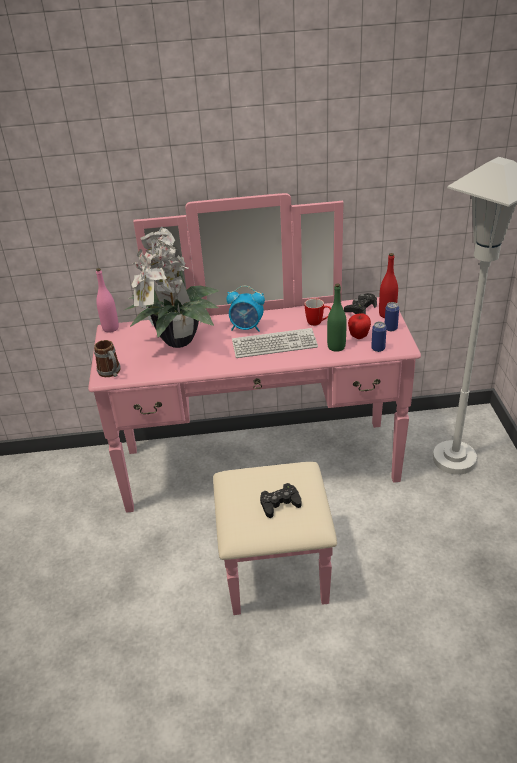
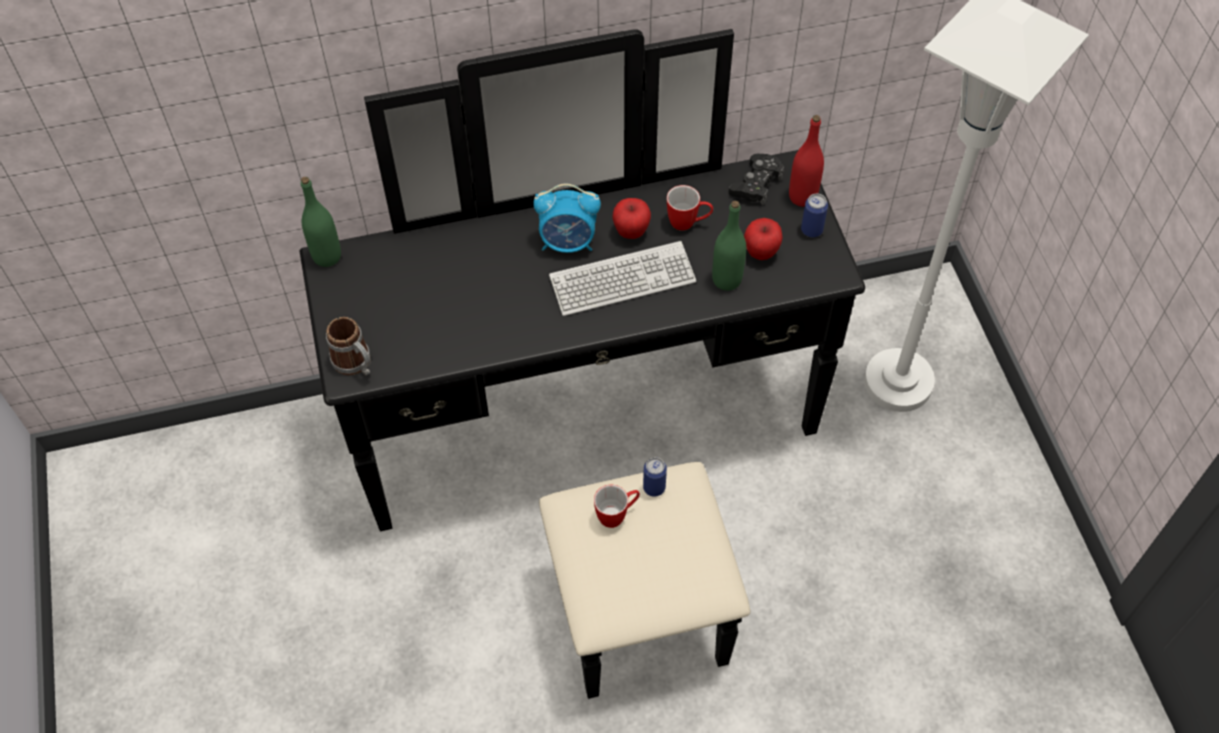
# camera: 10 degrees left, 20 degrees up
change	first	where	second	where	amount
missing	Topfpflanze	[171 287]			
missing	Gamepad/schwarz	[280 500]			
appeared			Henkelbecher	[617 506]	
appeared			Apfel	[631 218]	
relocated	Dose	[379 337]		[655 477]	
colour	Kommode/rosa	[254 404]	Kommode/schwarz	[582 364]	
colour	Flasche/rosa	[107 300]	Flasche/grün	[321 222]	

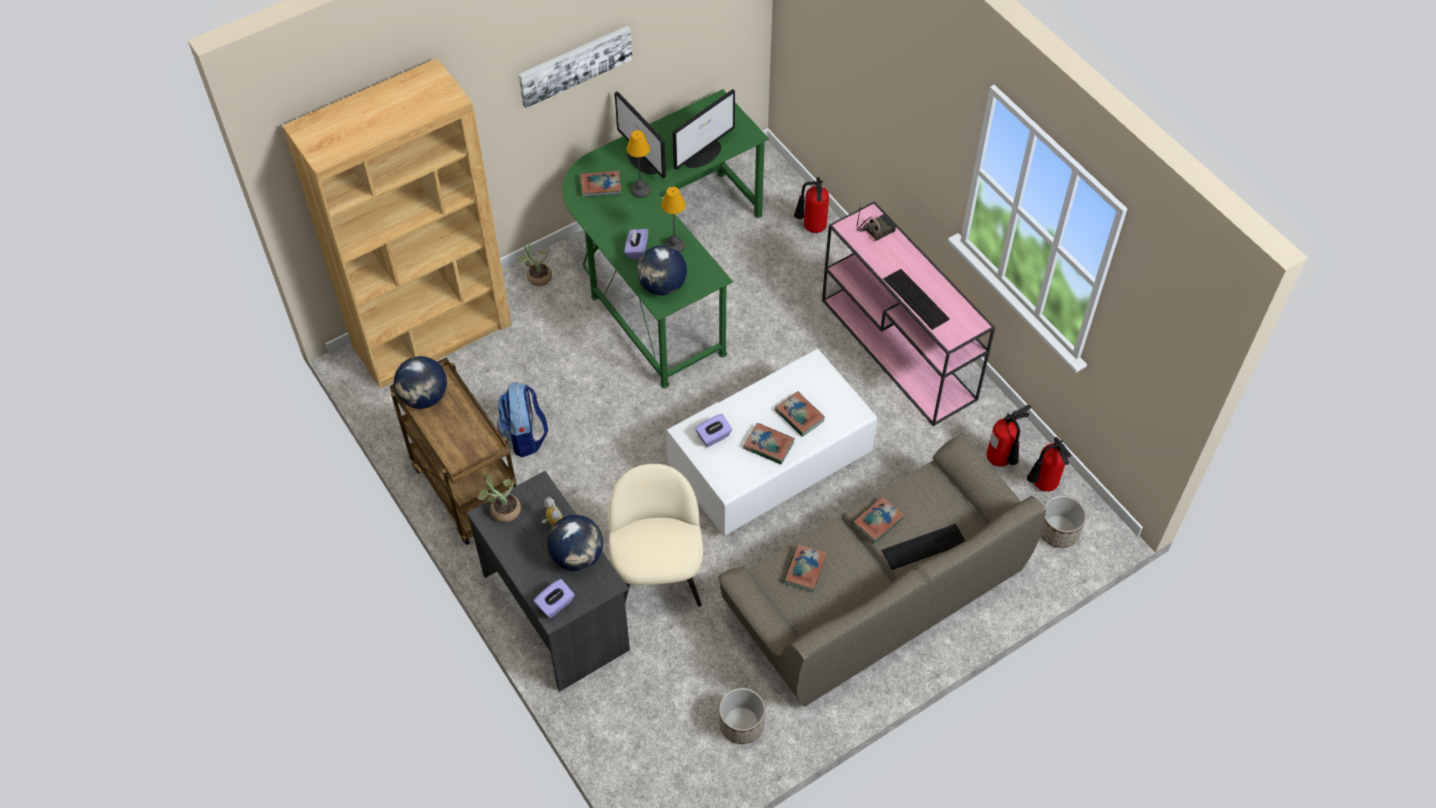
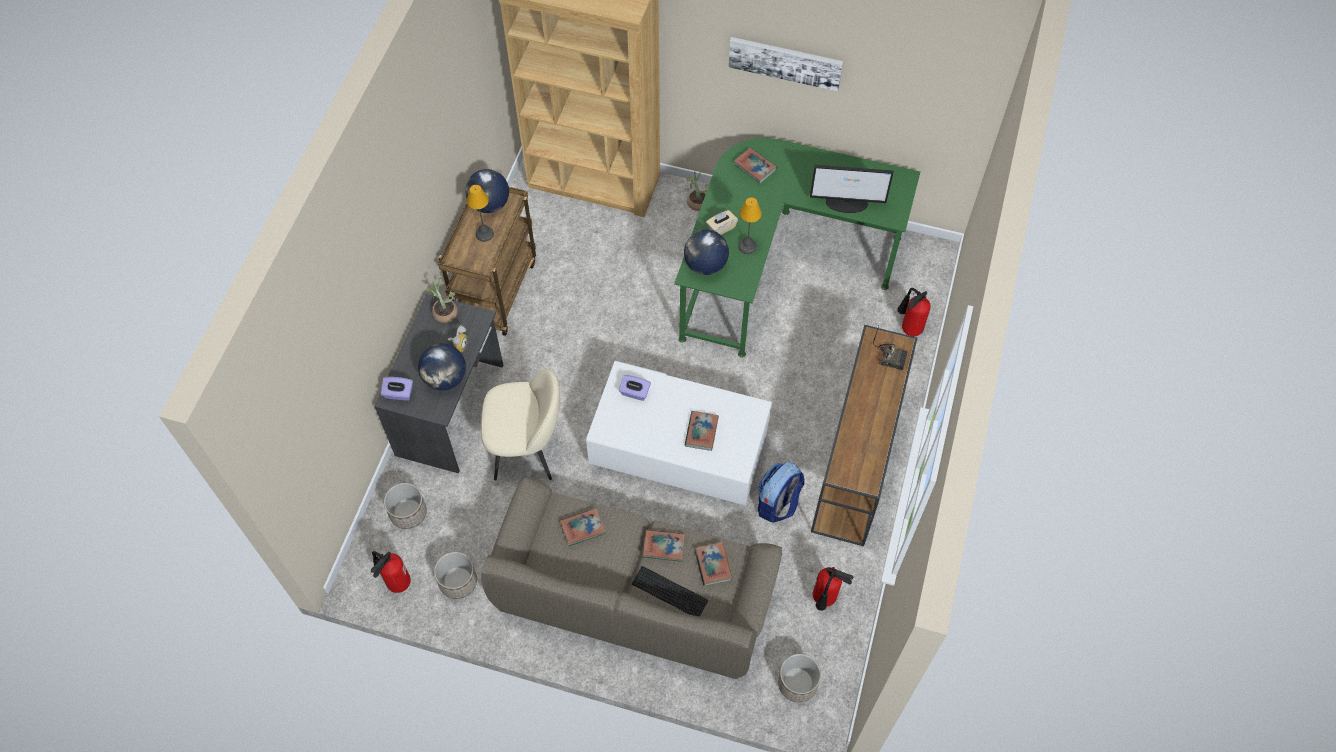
# camera: 50 degrees right, 5 degrees up
change	first	where	second	where	amount
missing	Monitor	[640 134]			
missing	Tastatur	[917 299]			
appeared			Pflanzkübel	[405 506]	
relocated	Rucksack	[522 419]		[781 492]	
relocated	Tischlampe	[638 164]		[480 213]	
relocated	Buch	[769 443]		[713 564]	
relocated	Feuerlöscher	[1049 464]		[391 572]	
colour	Taschentuchbox/lila	[636 244]	Taschentuchbox/beige	[722 222]	
colour	Konsolentisch/rosa	[908 313]	Konsolentisch/braun	[864 436]	
spun	Stuhl/beige	[655 535]		[520 425]	45 degrees clockwise

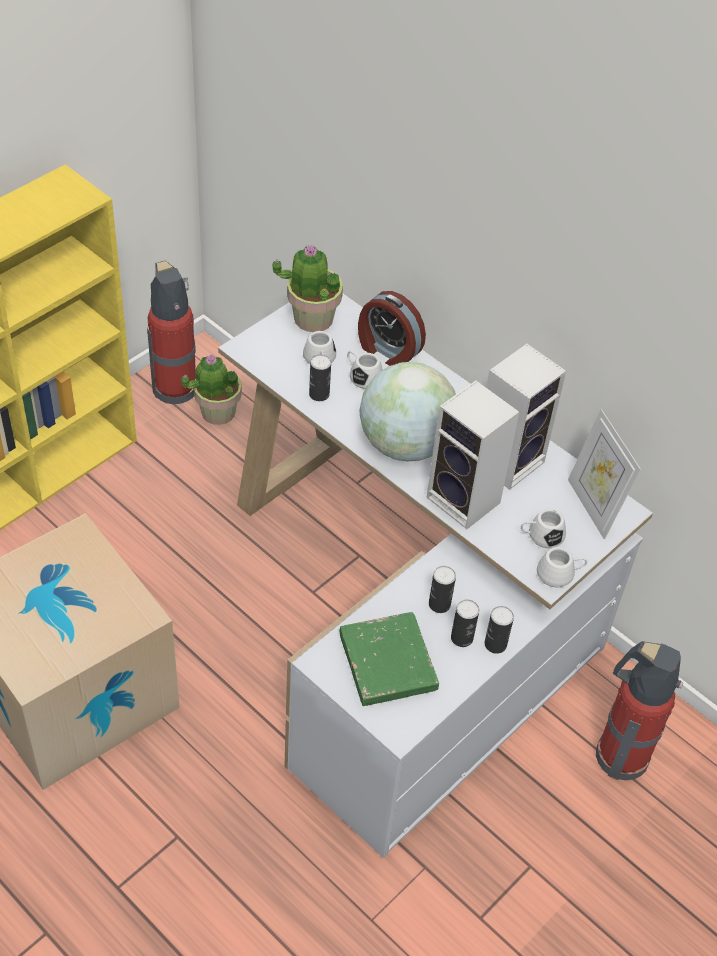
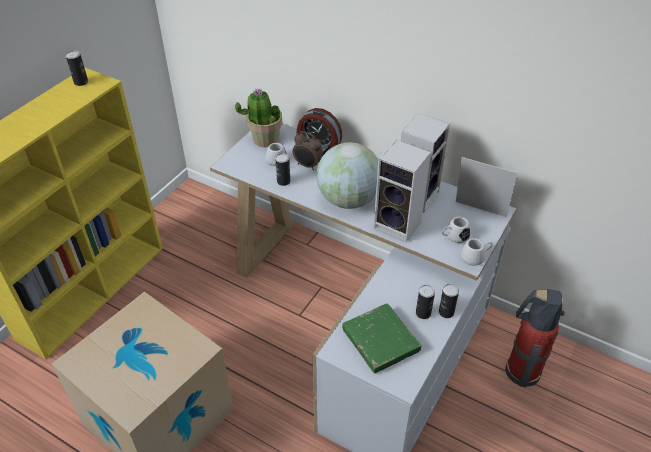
# camera: 10 degrees left, 5 degrees down
change	first	where	second	where	amount
missing	Feuerlöscher	[171 332]			
missing	Topfpflanze	[211 389]			
relocated	Dose	[442 589]		[77 68]	
exchanged	Henkelbecher/weiß	[365 370]	Wecker	[308 150]	
spun	Bilderrahmen	[604 474]		[486 187]	150 degrees clockwise

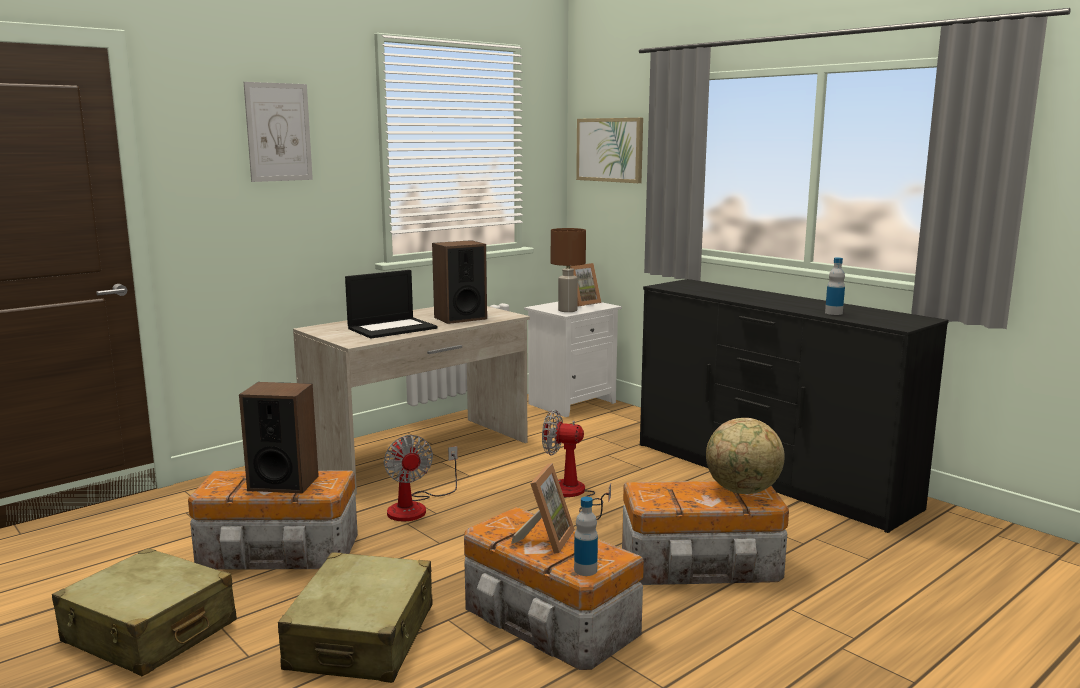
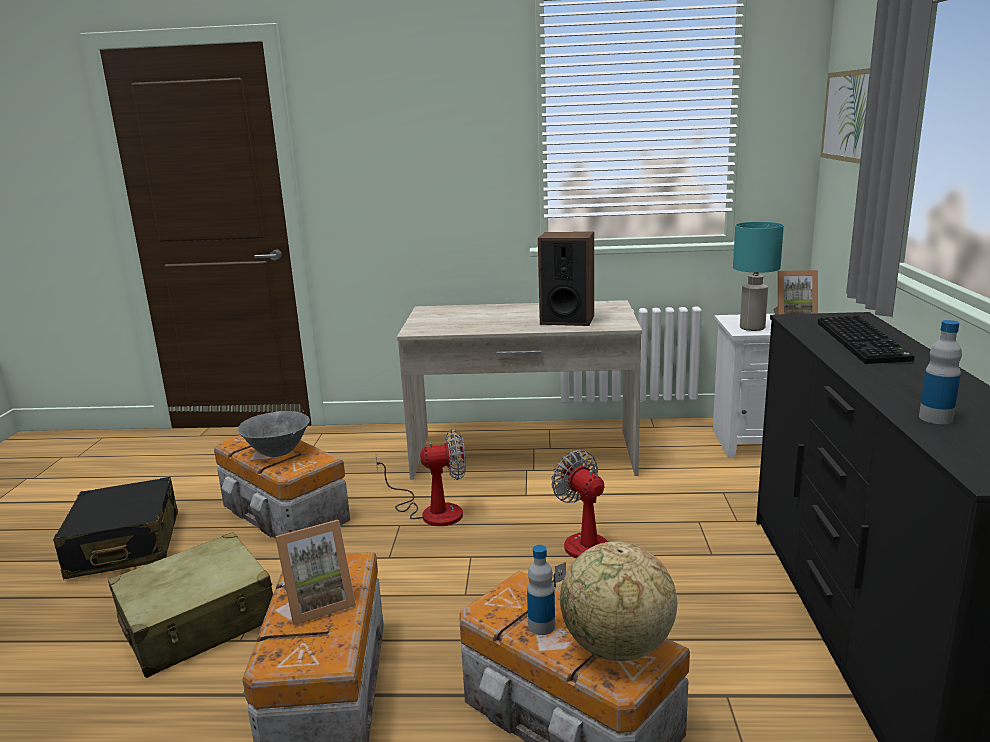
# camera: 45 degrees right, 5 degrees up
change	first	where	second	where	amount
missing	Bild	[278 132]			
missing	Laptop	[391 304]			
appeared			Tastatur	[866 339]	
relocated	Flasche	[586 536]		[541 590]	
exchanged	Lautsprecher	[279 437]	Schüssel/grau	[273 434]	
colour	Koffer/beige	[144 612]	Koffer/schwarz	[115 528]	
colour	Tischlampe/braun	[568 270]	Tischlampe/türkis	[758 276]	
spun	Ventilator	[421 478]		[421 477]	120 degrees counterclockwise

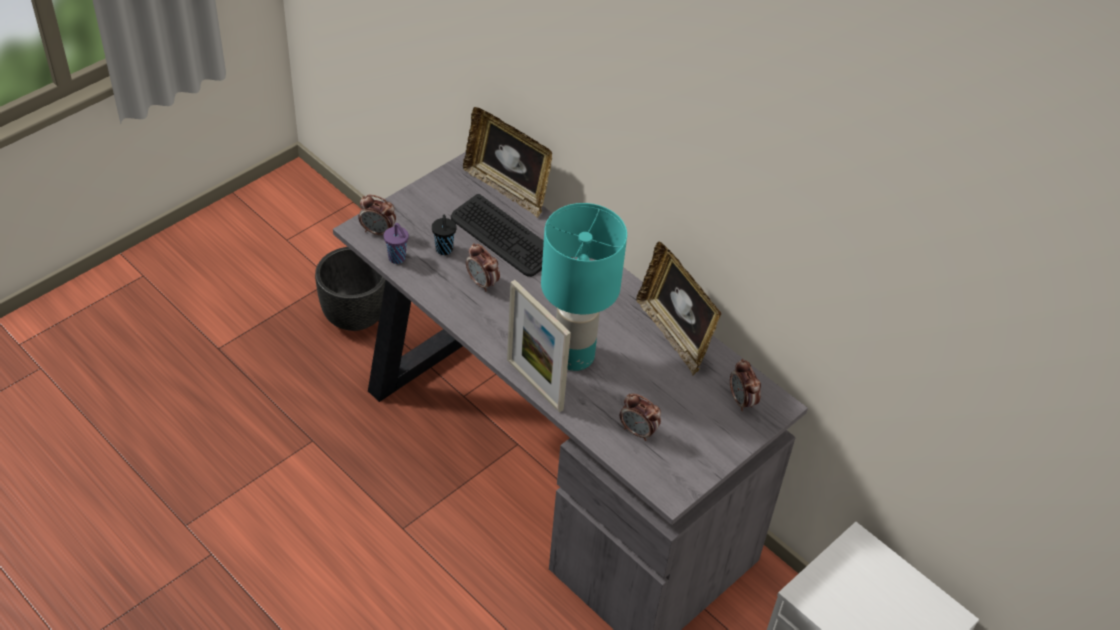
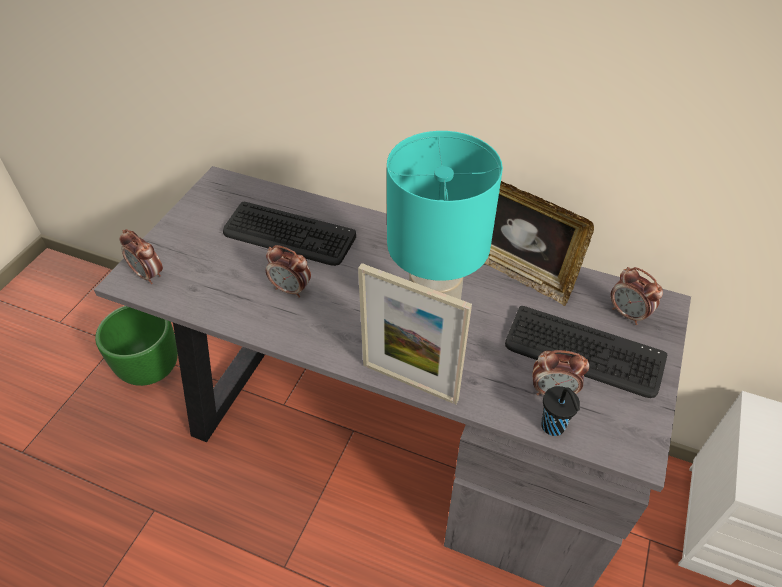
# camera: 20 degrees left, 0 degrees up
change	first	where	second	where	amount
missing	Tasse/lila	[396 243]			
missing	Bilderrahmen	[507 162]			
appeared			Tastatur	[586 352]	
relocated	Tasse/schwarz	[444 235]		[560 411]	
colour	Pflanzkübel/schwarz	[350 289]	Pflanzkübel/grün	[136 346]	
spun	Wecker	[377 215]		[141 256]	45 degrees clockwise

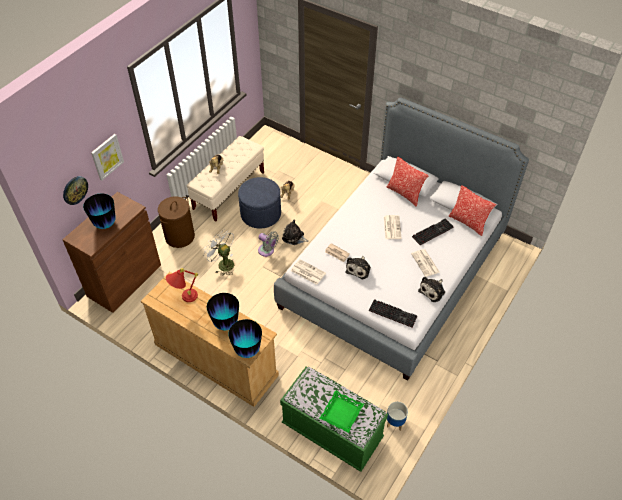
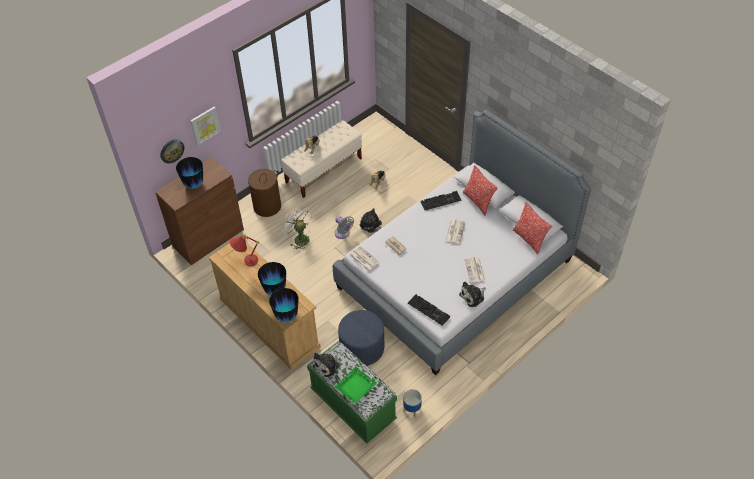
# camera: 15 degrees right, 0 degrees up
change	first	where	second	where	amount
relocated	Polsterhocker/blau	[259 203]		[361 338]	
relocated	Plüschtier	[358 267]		[326 364]	
relocated	Tastatur	[433 231]		[441 200]	

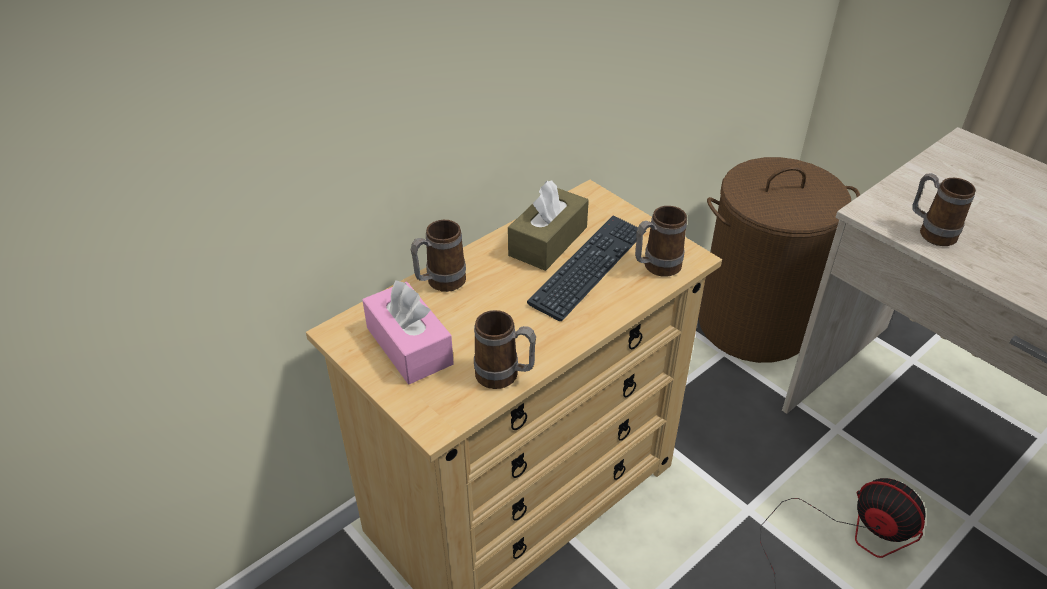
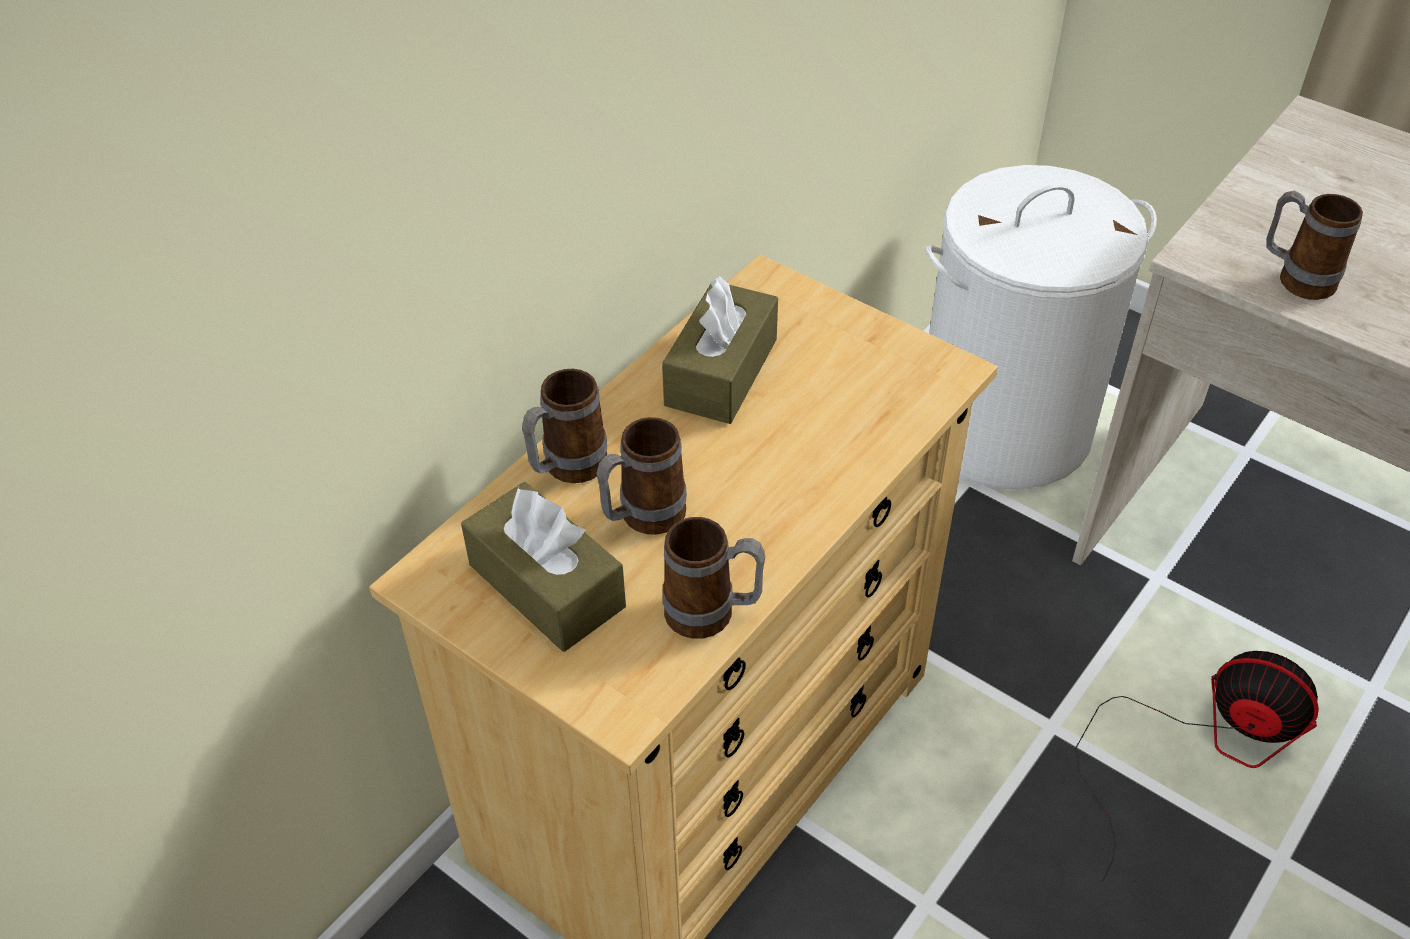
# camera: 10 degrees left, 5 degrees up
change	first	where	second	where	amount
missing	Tastatur	[586 268]			
relocated	Henkelbecher	[661 241]		[641 476]	
colour	Taschentuchbox/rosa	[408 332]	Taschentuchbox/braun	[543 567]	
colour	Wäschekorb/braun	[779 260]	Wäschekorb/weiß	[1041 327]	

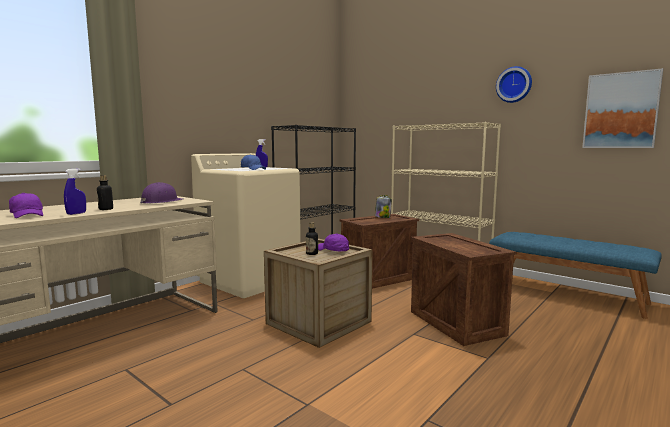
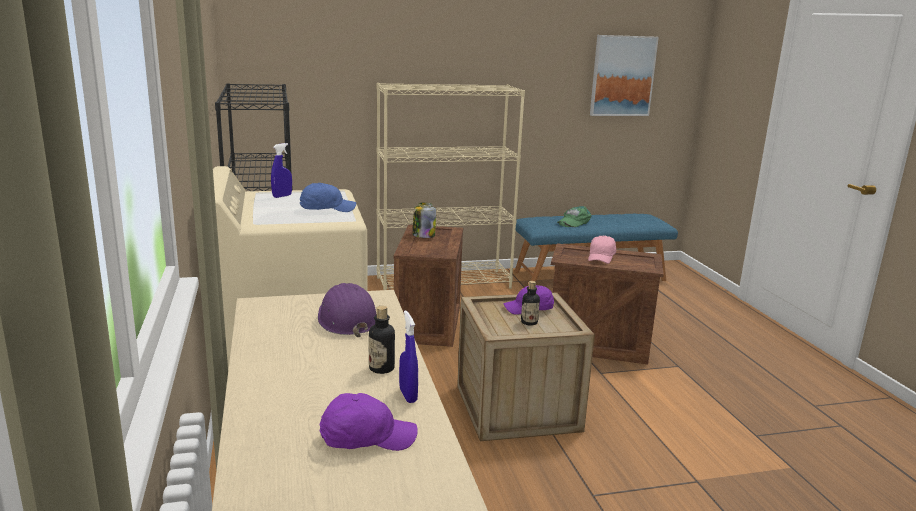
# camera: 55 degrees left, 10 degrees up
change	first	where	second	where	amount
missing	Wanduhr	[514 84]			
appeared			Kappe/grün	[574 216]	
appeared			Kappe/rosa	[602 250]	

